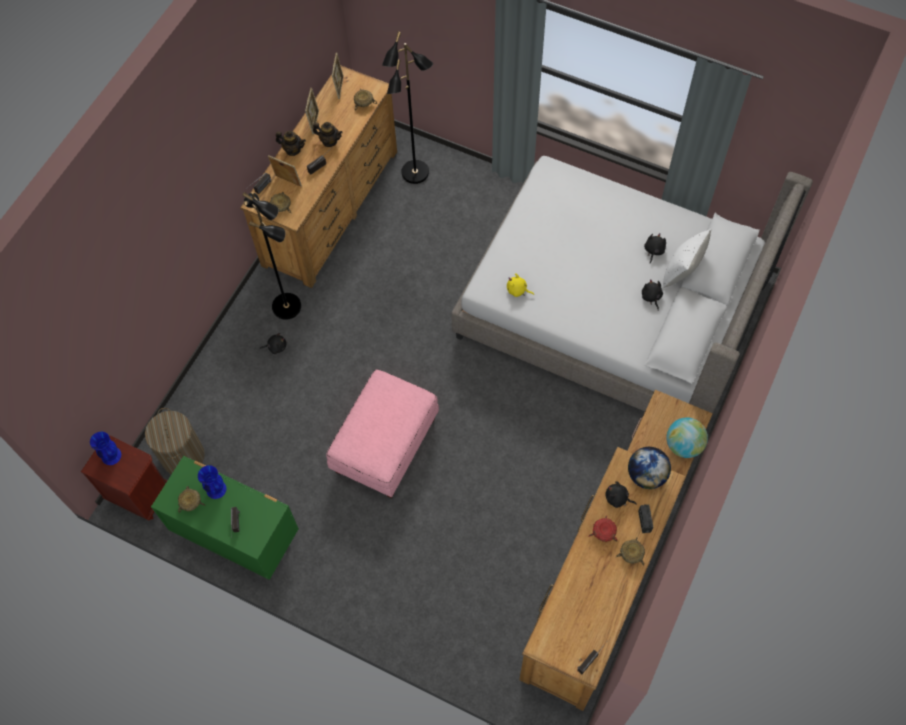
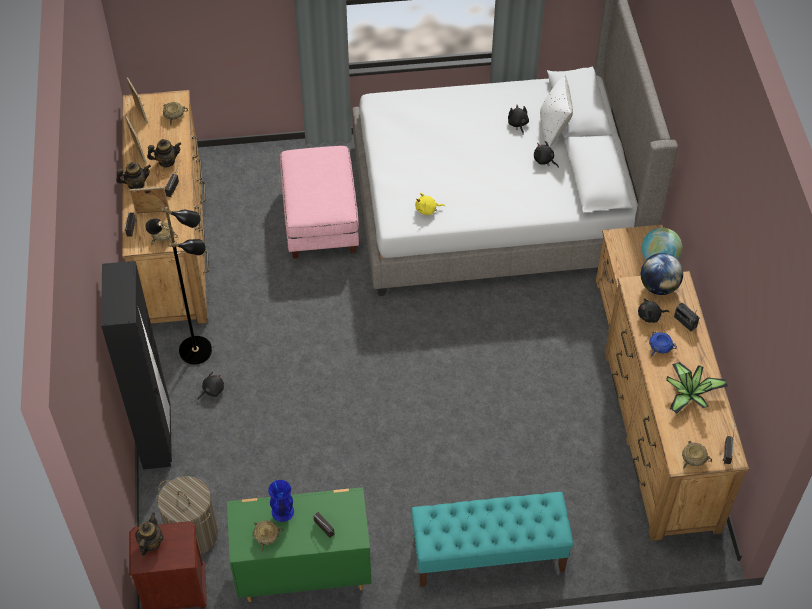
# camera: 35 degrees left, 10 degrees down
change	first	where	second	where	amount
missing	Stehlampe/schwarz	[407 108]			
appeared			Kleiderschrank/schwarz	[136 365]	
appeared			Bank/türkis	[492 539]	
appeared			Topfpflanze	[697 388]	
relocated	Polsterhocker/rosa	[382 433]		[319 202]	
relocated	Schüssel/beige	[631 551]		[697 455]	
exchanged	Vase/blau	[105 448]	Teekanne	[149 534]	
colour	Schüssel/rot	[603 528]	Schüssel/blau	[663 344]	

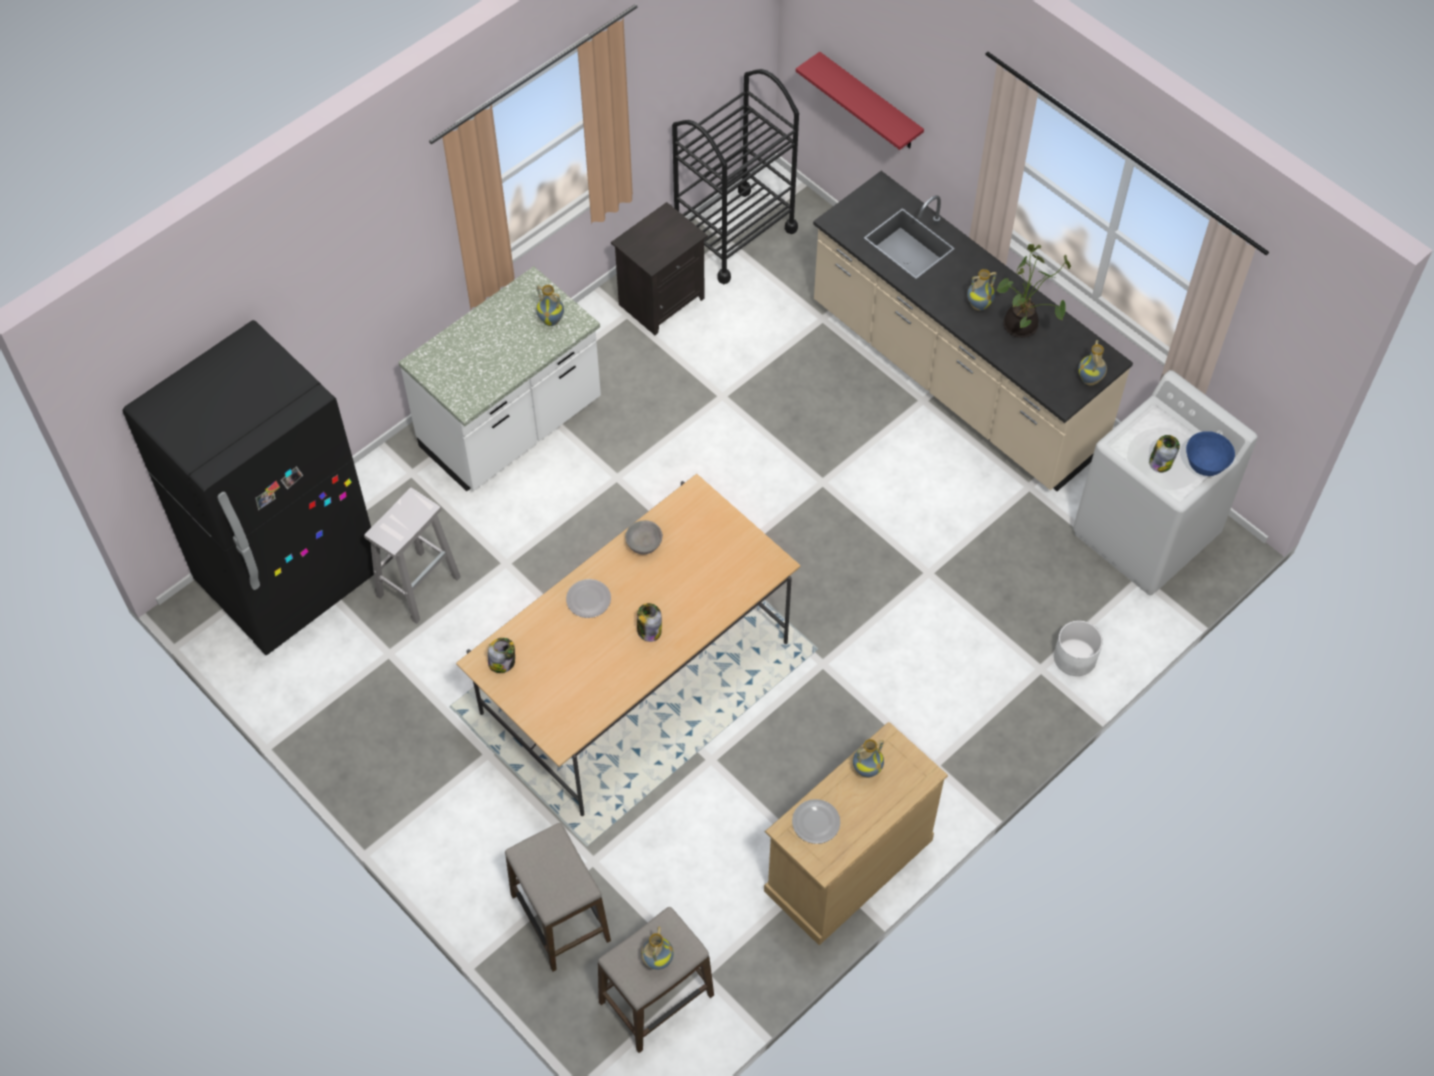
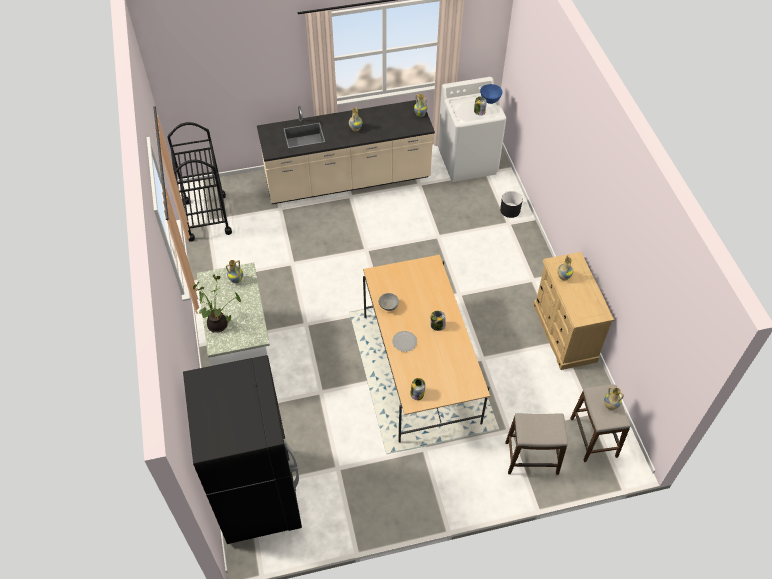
# camera: 60 degrees left, 5 degrees down
change	first	where	second	where	amount
missing	Hocker/weiß	[412 556]			
missing	Nachttisch/schwarz	[659 268]			
missing	Teller	[816 821]			
missing	Wandregal/rot	[860 101]			
relocated	Topfpflanze	[1034 291]		[217 304]	
colour	Pflanzkübel/weiß	[1078 648]	Pflanzkübel/schwarz	[511 204]	

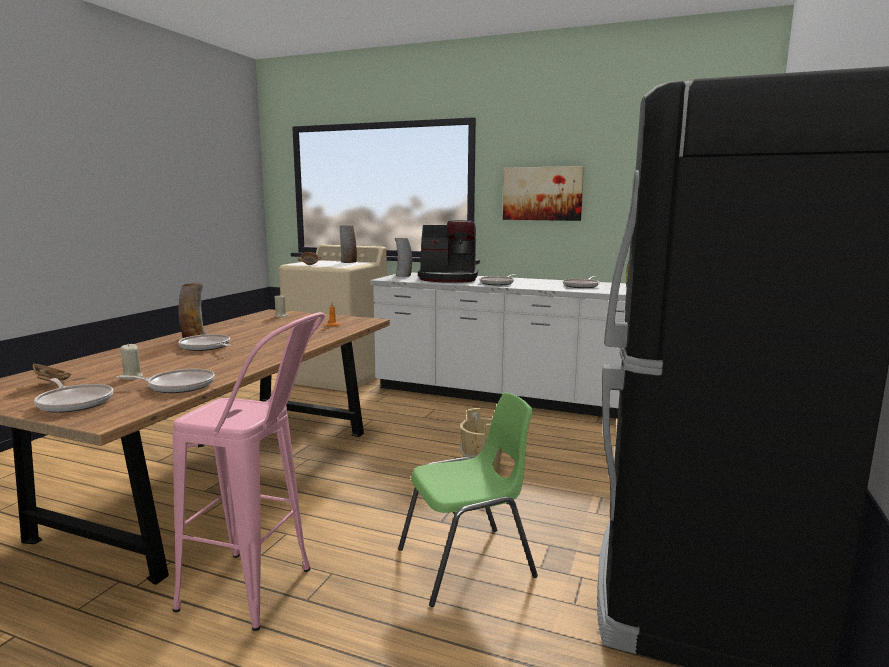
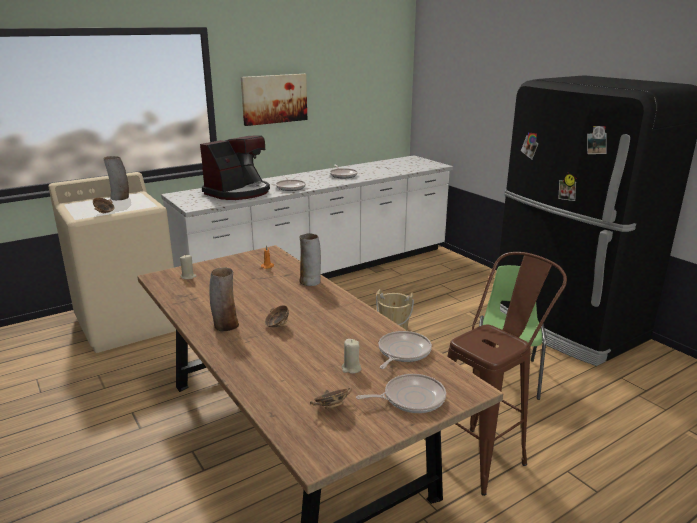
# camera: 55 degrees left, 10 degrees up
change	first	where	second	where	amount
relocated	Vase	[403 257]		[310 259]	
exchanged	Pfanne	[204 342]	Schüssel	[277 316]	
colour	Hocker/rosa	[249 471]	Hocker/braun	[507 374]	

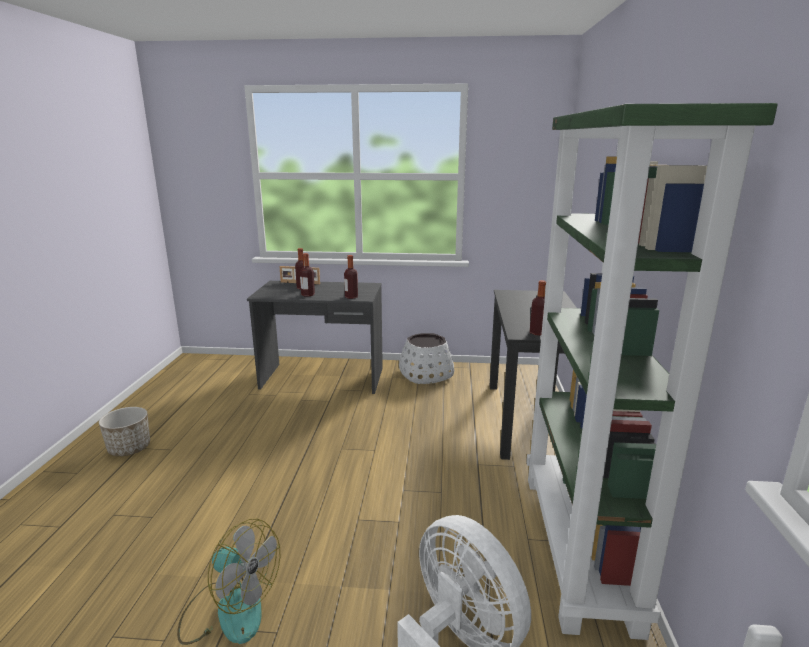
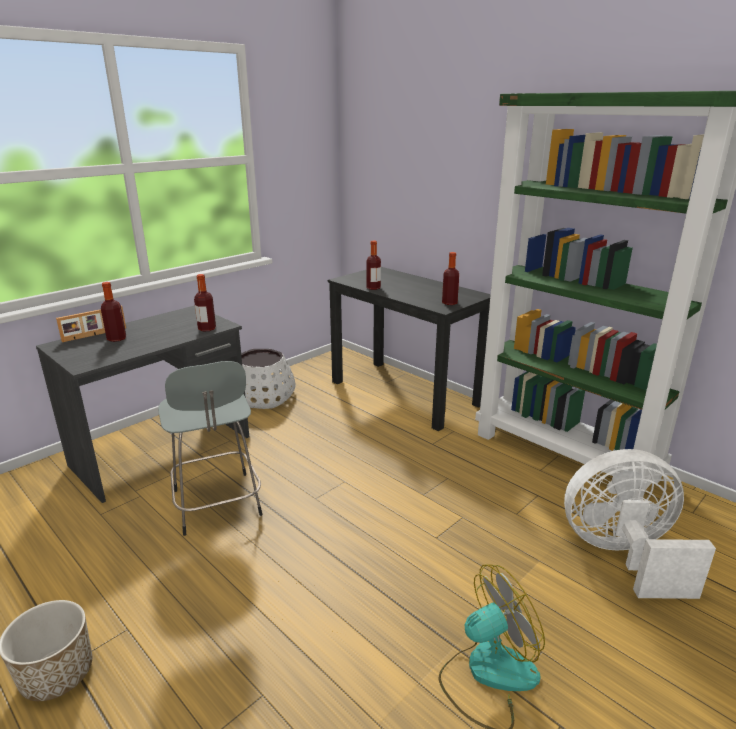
# camera: 50 degrees left, 5 degrees up
change	first	where	second	where	amount
appeared			Hocker/grau	[210 448]	
relocated	Flasche	[307 275]		[373 265]	

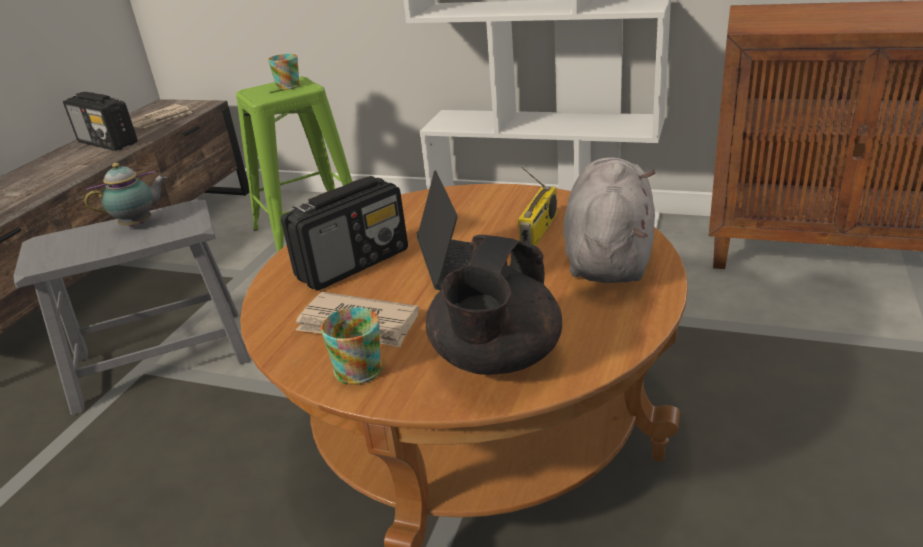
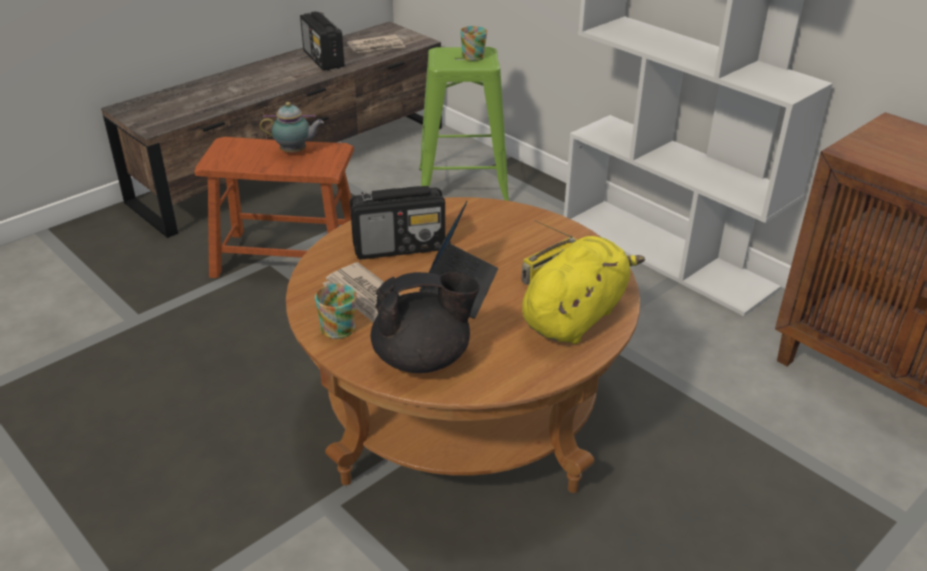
# camera: 25 degrees right, 5 degrees up
change	first	where	second	where	amount
colour	Hocker/grau	[132 307]	Hocker/braun	[274 207]	
colour	Plüschtier/grau	[609 220]	Plüschtier/gelb	[583 290]	
spun	Teekanne/schwarz	[494 305]		[425 322]	150 degrees counterclockwise

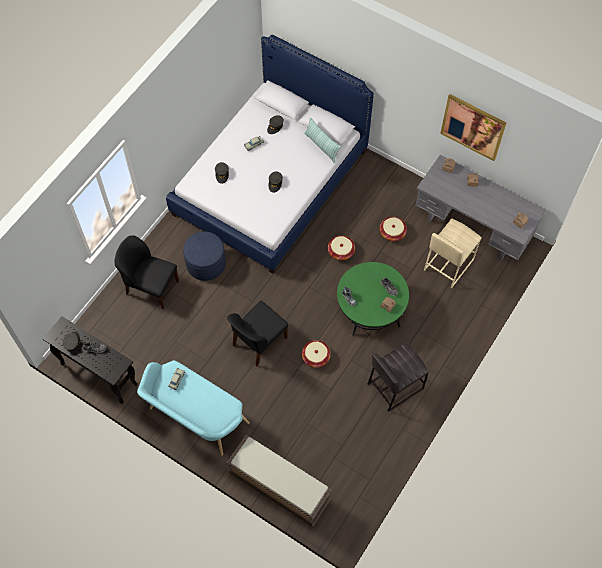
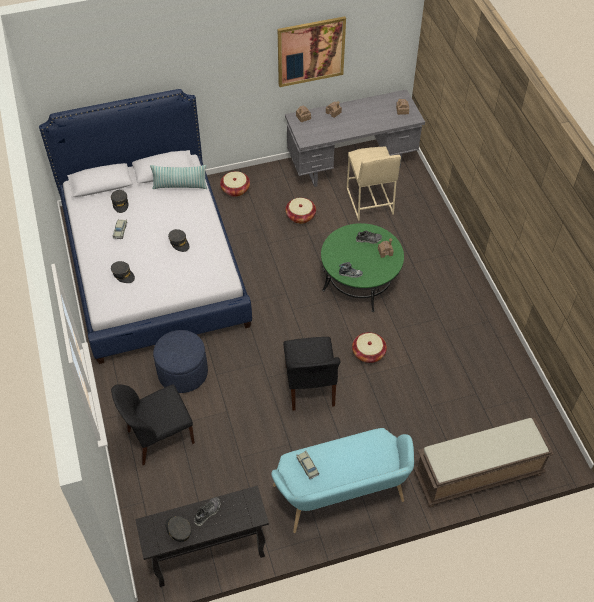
# camera: 50 degrees left, 10 degrees down
change	first	where	second	where	amount
missing	Hocker/grau	[398 377]			
relocated	Korb	[341 248]		[235 184]	

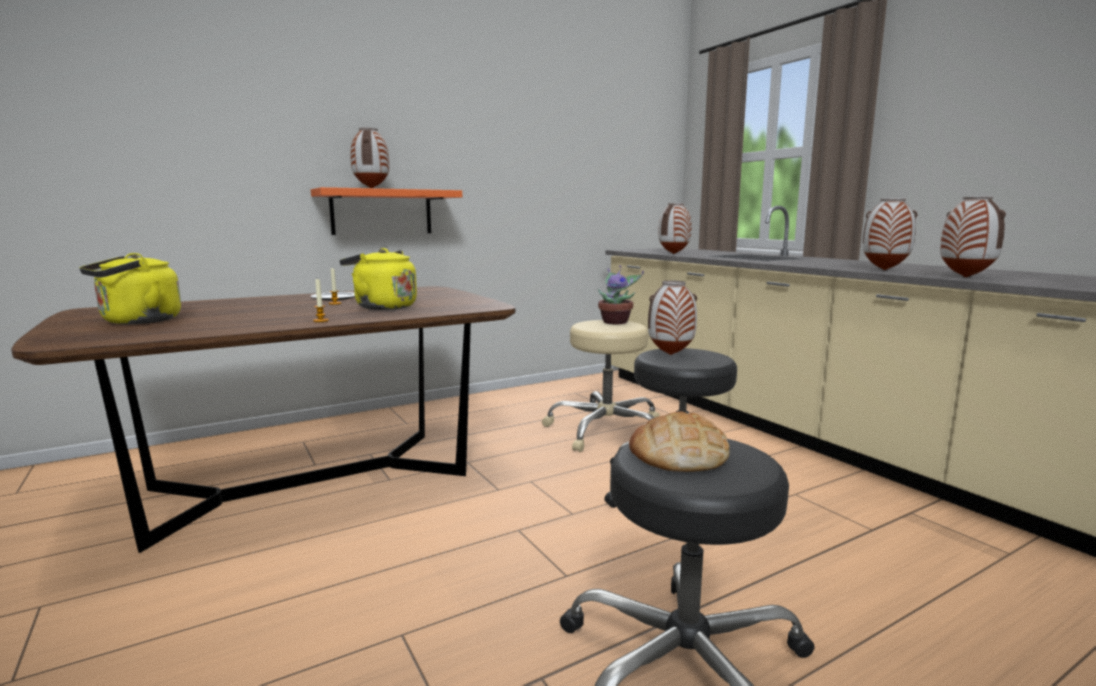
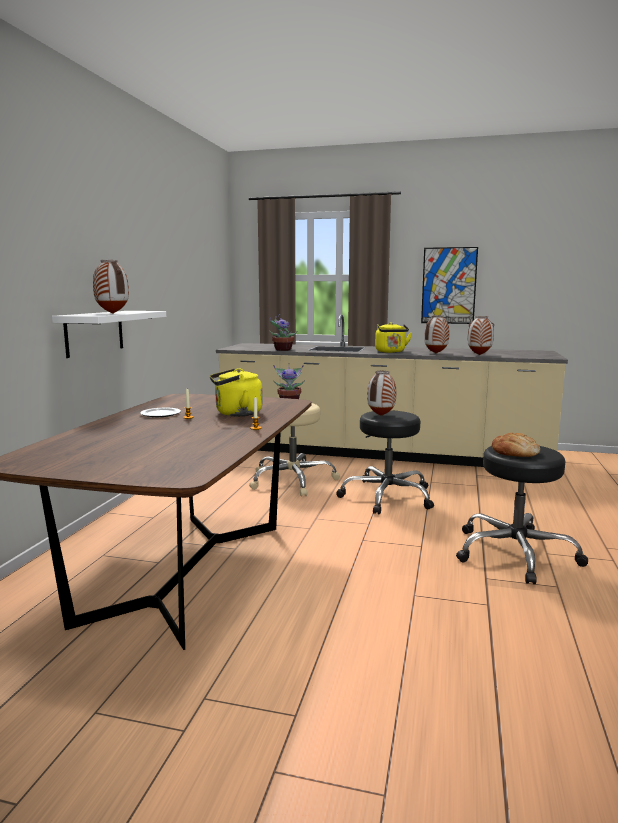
# camera: 45 degrees left, 0 degrees up
change	first	where	second	where	amount
appeared			Bild	[449 285]	
relocated	Wasserkessel/gelb	[130 288]		[393 337]	
exchanged	Vase	[675 228]	Topfpflanze	[283 332]	
colour	Wandregal/orange	[386 211]	Wandregal/weiß	[109 334]	

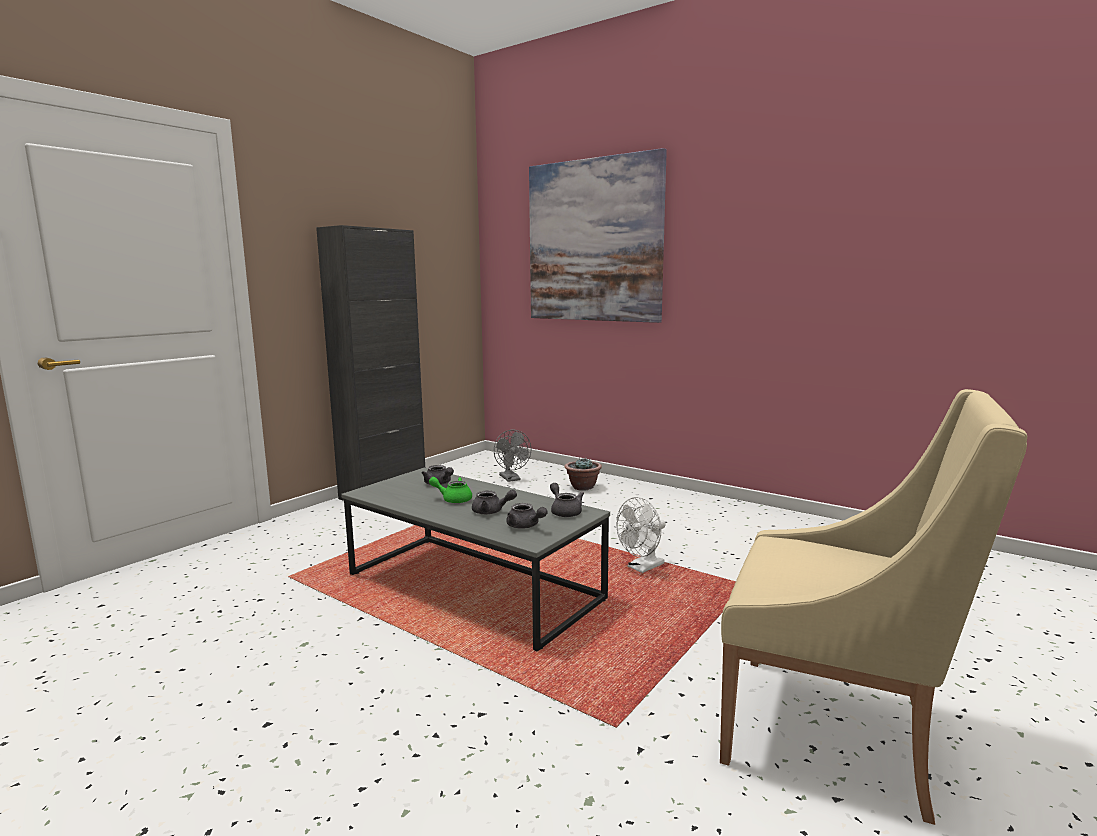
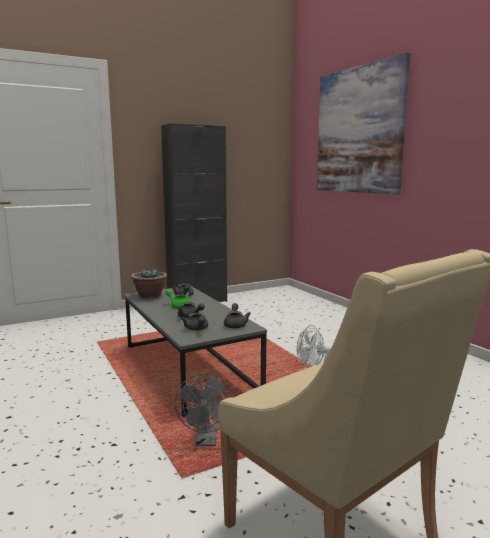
# camera: 25 degrees right, 0 degrees up
change	first	where	second	where	amount
relocated	Ventilator/grau	[512 456]		[204 409]	
relocated	Topfpflanze	[583 474]		[149 283]	

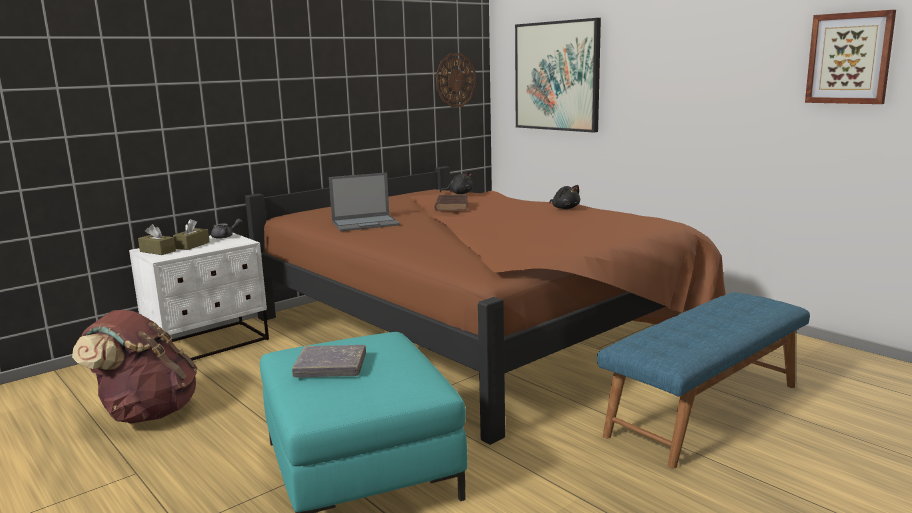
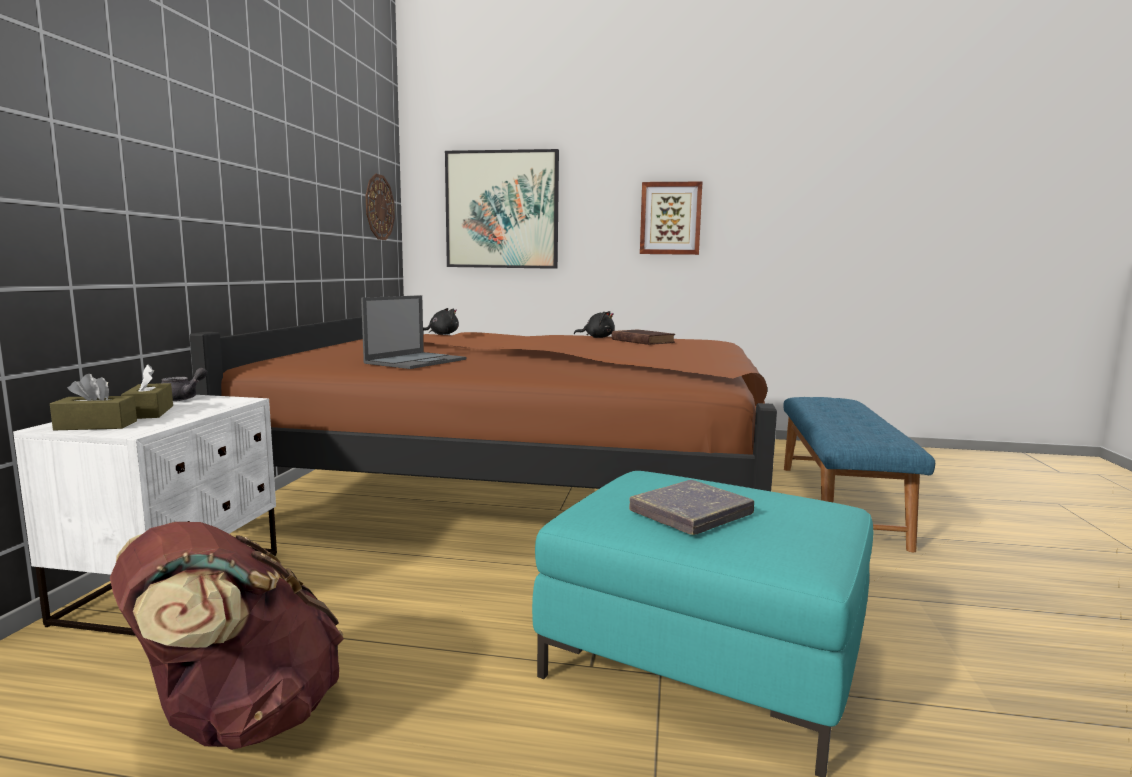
# camera: 40 degrees left, 5 degrees down
change	first	where	second	where	amount
relocated	Buch/braun	[451 202]		[643 337]	
relocated	Bild	[850 57]		[671 218]	

